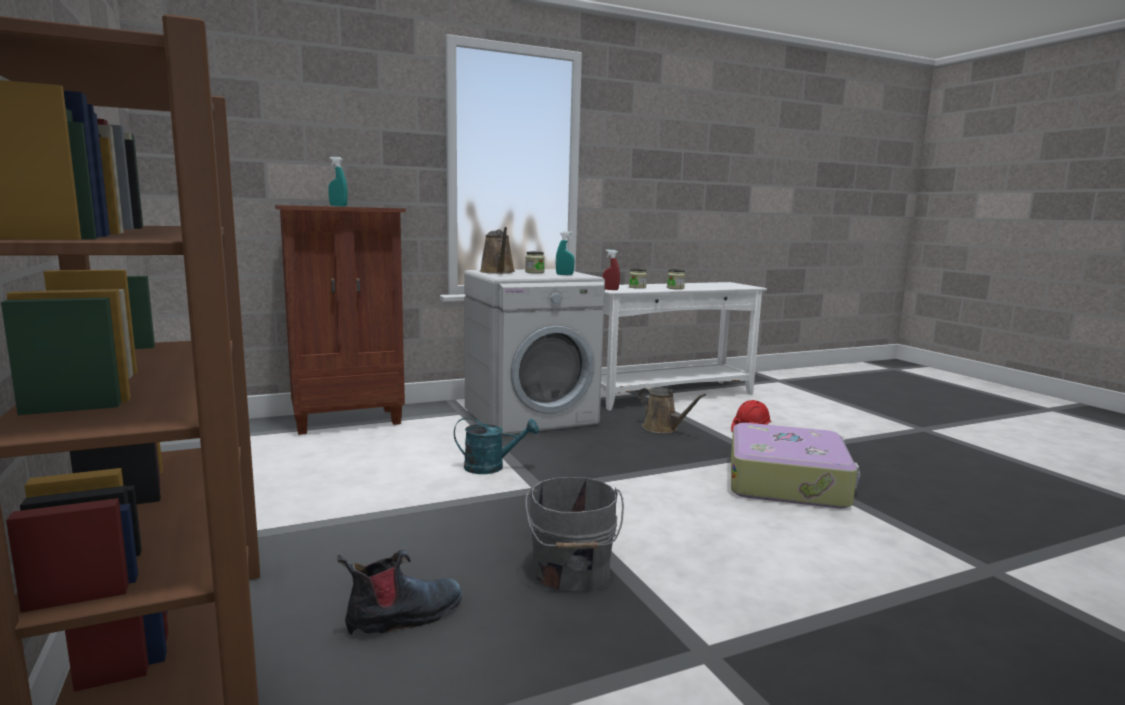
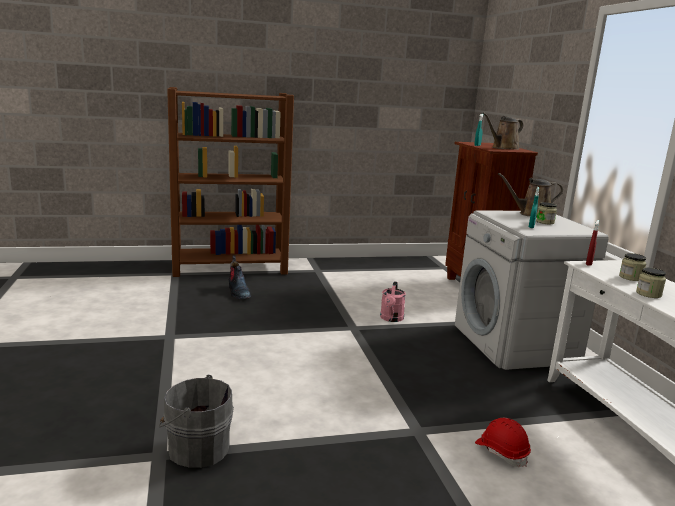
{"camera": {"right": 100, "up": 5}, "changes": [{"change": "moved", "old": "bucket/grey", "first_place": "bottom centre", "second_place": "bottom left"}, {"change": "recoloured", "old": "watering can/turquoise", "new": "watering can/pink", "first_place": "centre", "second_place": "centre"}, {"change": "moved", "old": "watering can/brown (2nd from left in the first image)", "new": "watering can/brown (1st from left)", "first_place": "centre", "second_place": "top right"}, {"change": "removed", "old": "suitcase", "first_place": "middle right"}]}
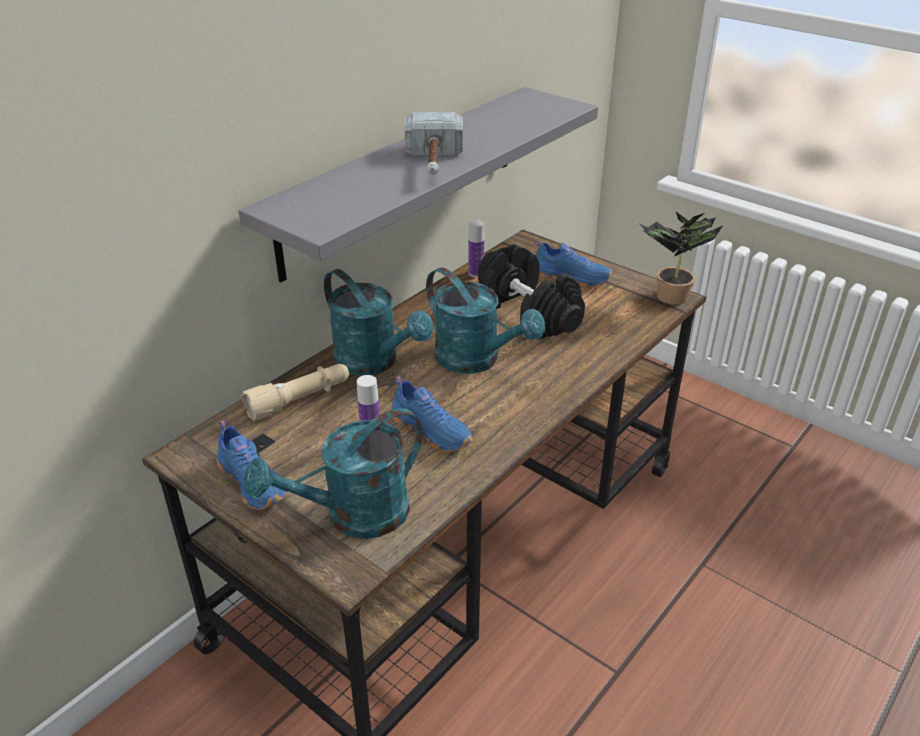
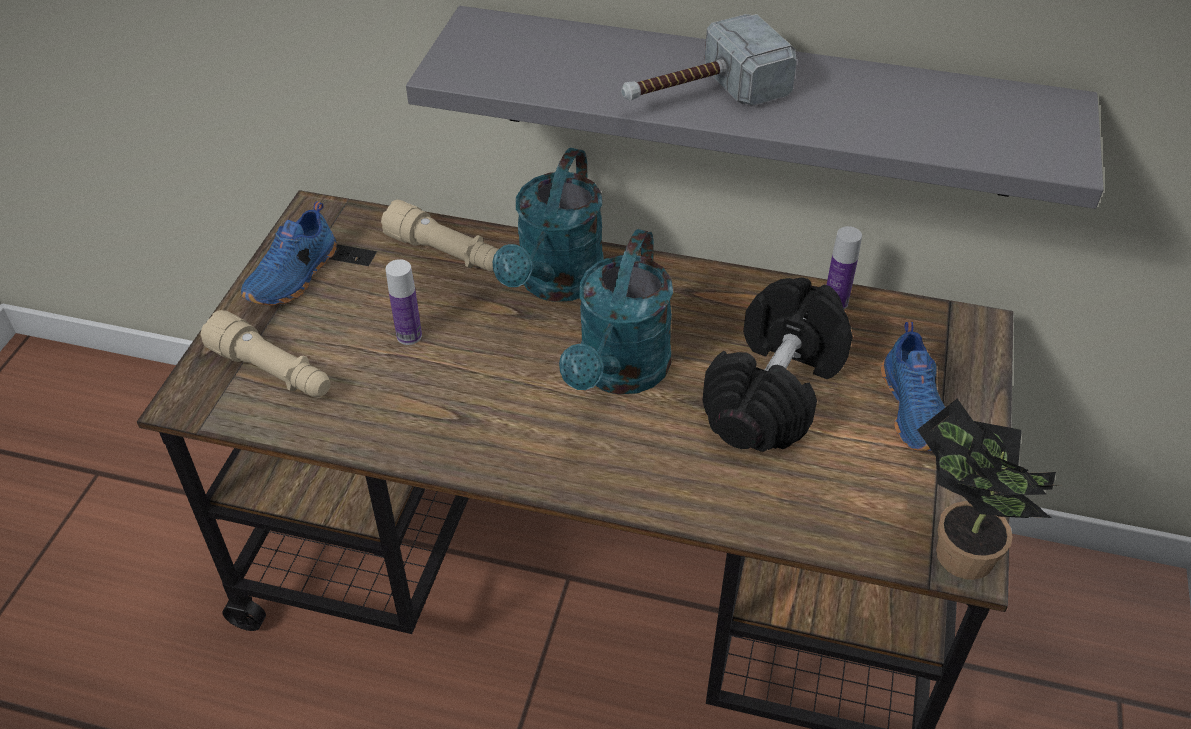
{"camera": {"right": 65, "up": 10}, "changes": [{"change": "replaced", "old": "watering can/turquoise (1st from left)", "new": "flashlight/beige (1st from left)", "first_place": "centre", "second_place": "middle left"}, {"change": "removed", "old": "shoe/blue (2nd from left)", "first_place": "centre"}]}
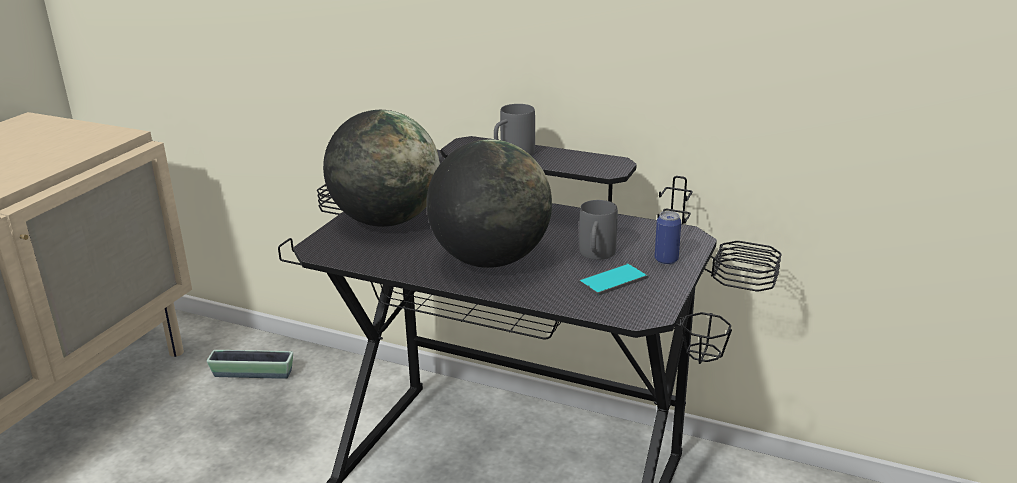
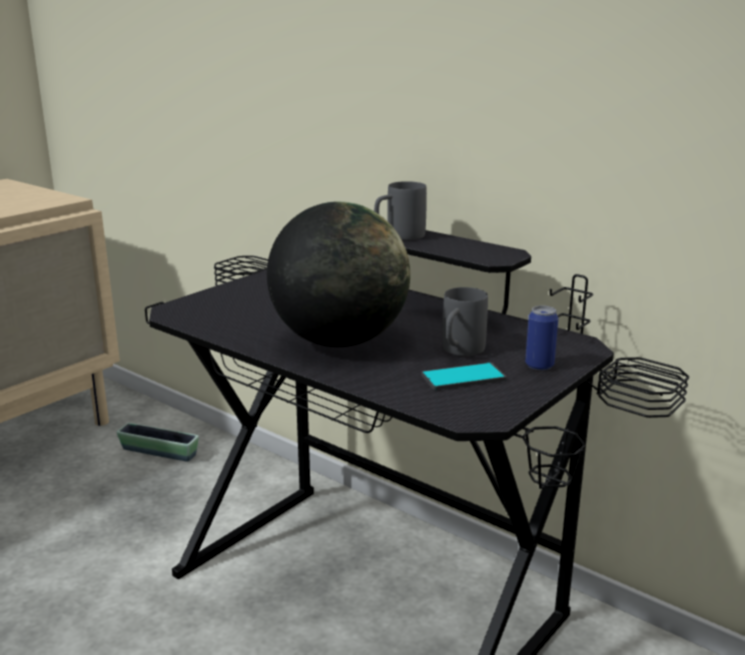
{"camera": {"right": 15, "up": -5}, "changes": [{"change": "removed", "old": "globe (1st from left)", "first_place": "centre"}]}
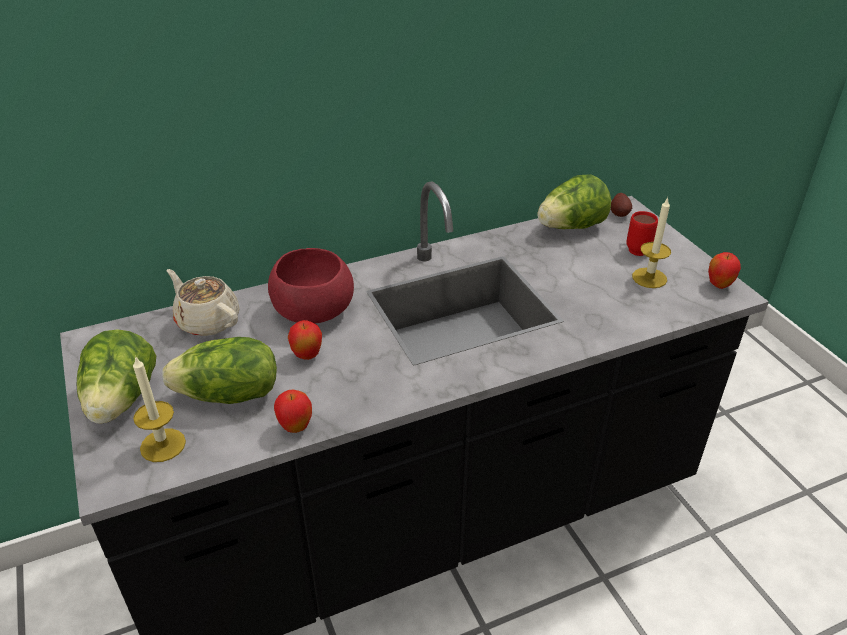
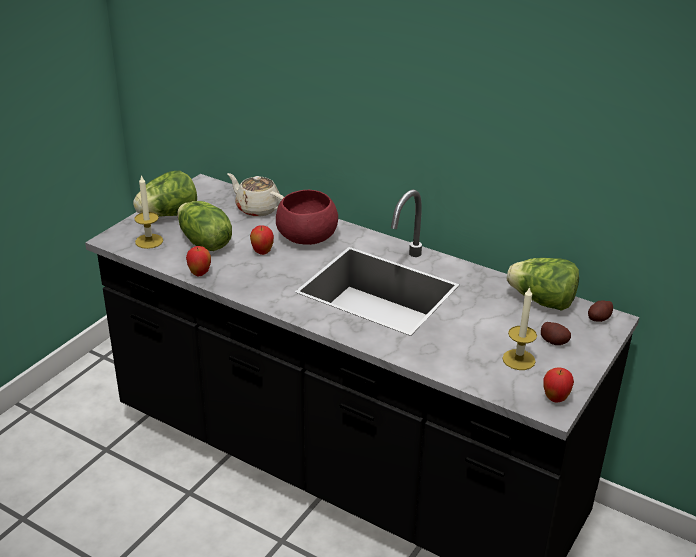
{"camera": {"right": 55, "up": -5}, "changes": [{"change": "turned", "old": "teapot/beige", "first_place": "middle left", "second_place": "centre", "degrees": -60}, {"change": "replaced", "old": "mug/red", "new": "potato (1st from left)", "first_place": "middle right", "second_place": "middle right"}]}
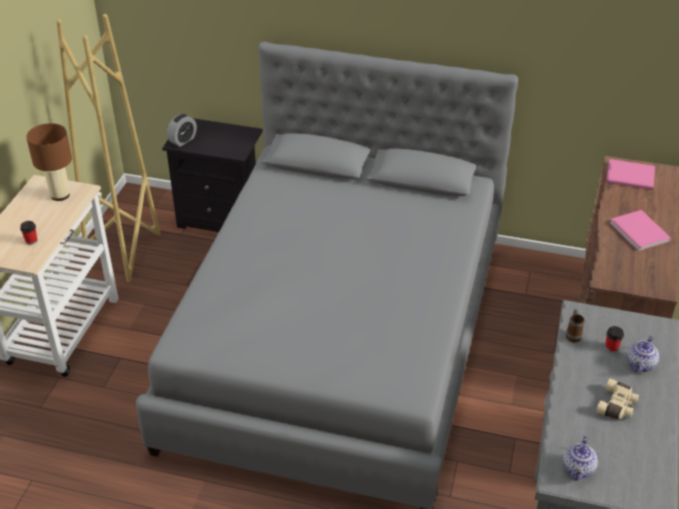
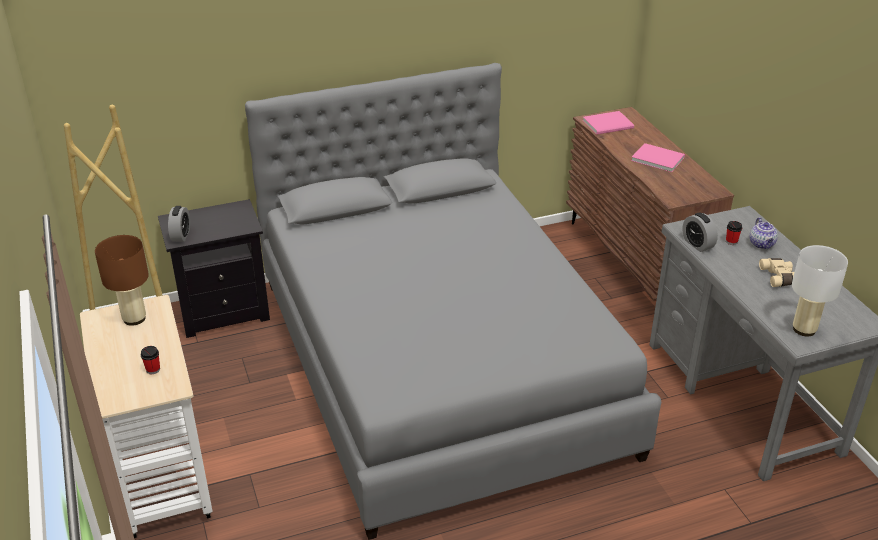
{"camera": {"right": -35, "up": -5}, "changes": [{"change": "replaced", "old": "mug", "new": "alarm clock (2nd from left)", "first_place": "middle right", "second_place": "middle right"}, {"change": "replaced", "old": "teapot (1st from left)", "new": "table lamp/white", "first_place": "bottom right", "second_place": "middle right"}]}
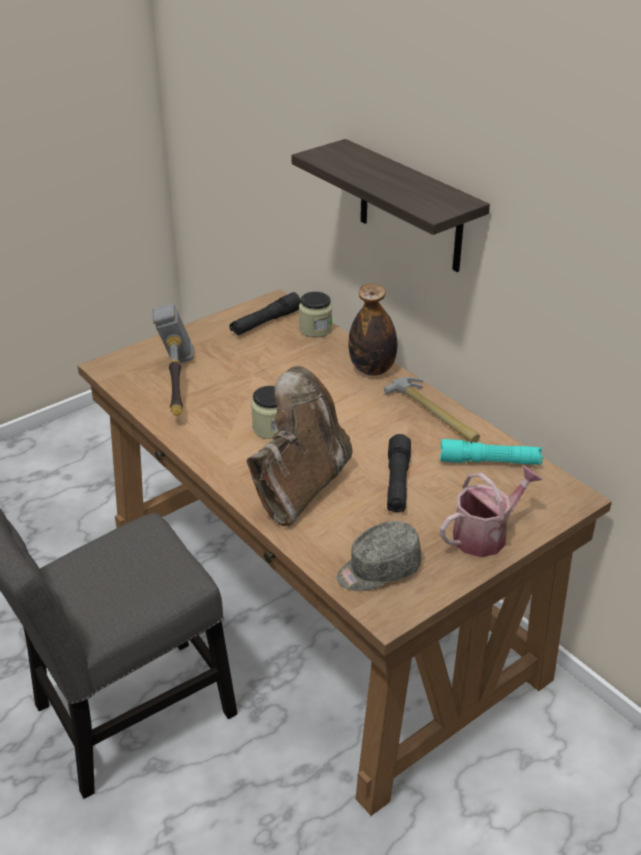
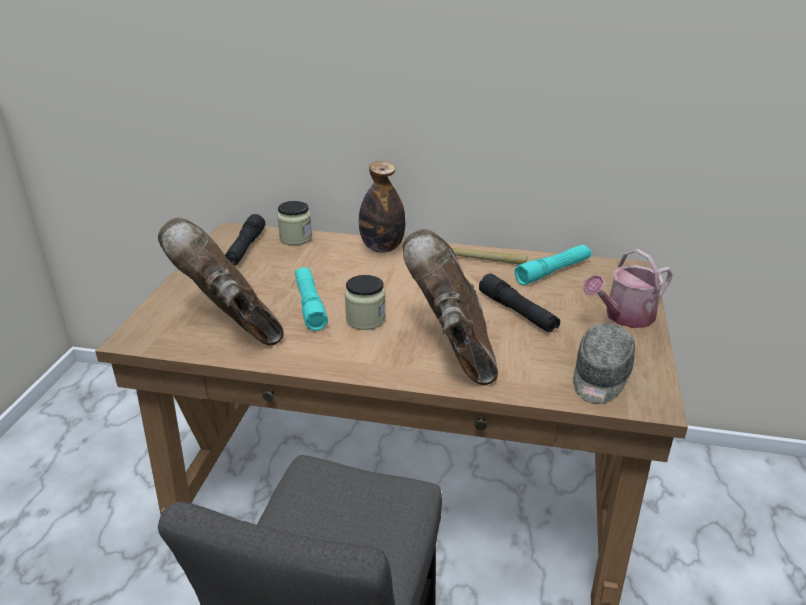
{"camera": {"right": -40, "up": -5}, "changes": [{"change": "replaced", "old": "hammer (1st from left)", "new": "boot/brown (1st from left)", "first_place": "middle left", "second_place": "middle left"}, {"change": "added", "new": "flashlight/turquoise (1st from left)", "second_place": "centre"}, {"change": "turned", "old": "watering can", "first_place": "middle right", "second_place": "middle right", "degrees": -135}, {"change": "removed", "old": "shelf", "first_place": "top centre"}]}
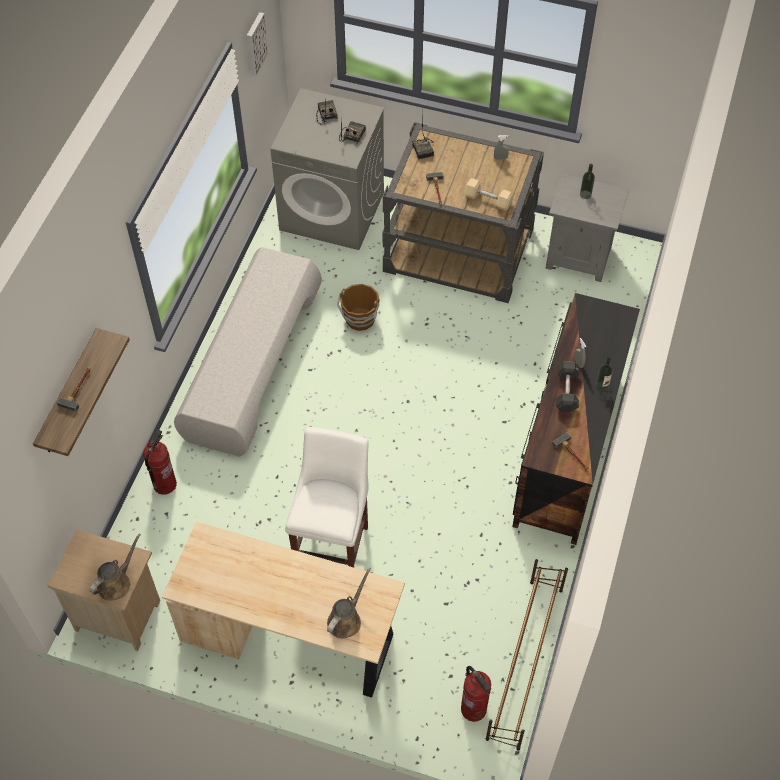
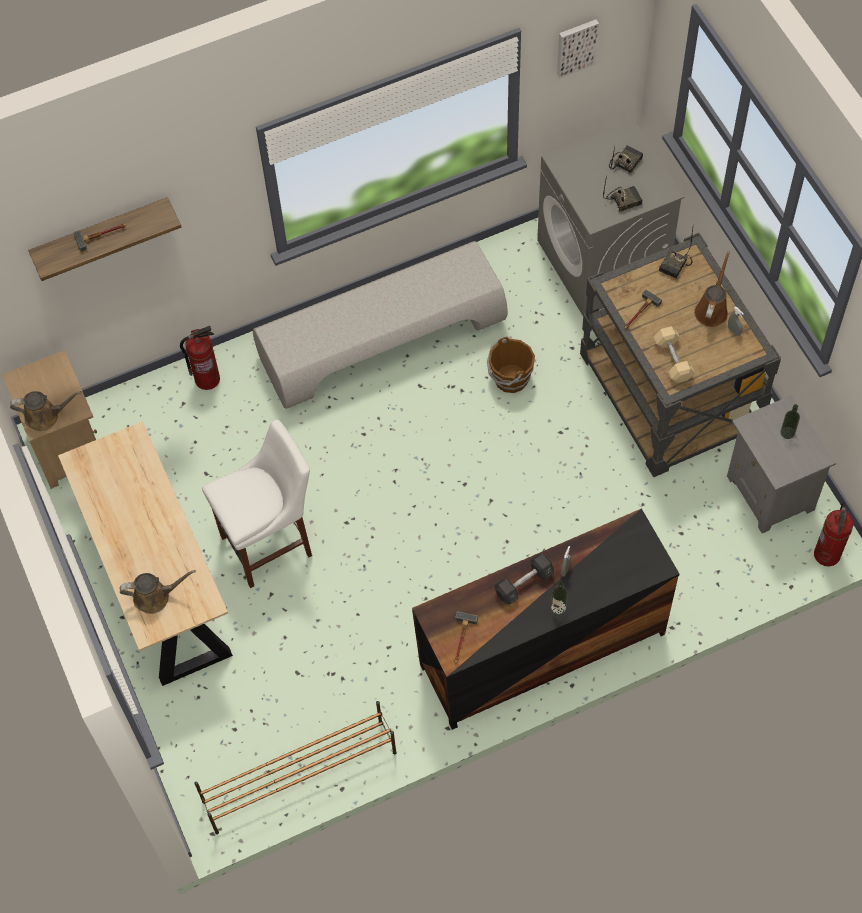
{"camera": {"right": 50, "up": 5}, "changes": [{"change": "added", "new": "watering can/brown (3rd from left)", "second_place": "top right"}, {"change": "moved", "old": "fire extinguisher (2nd from left)", "first_place": "bottom centre", "second_place": "middle right"}]}
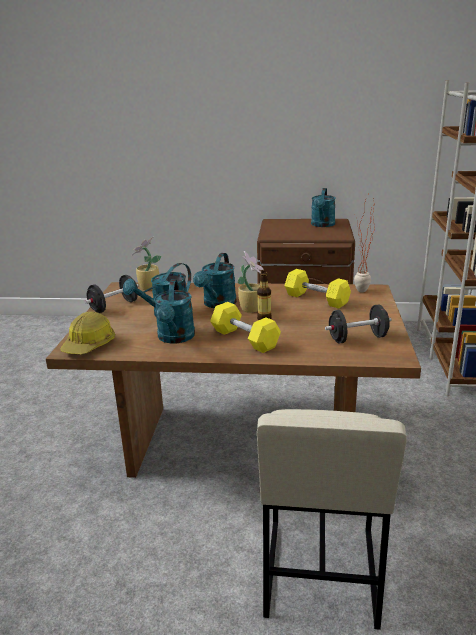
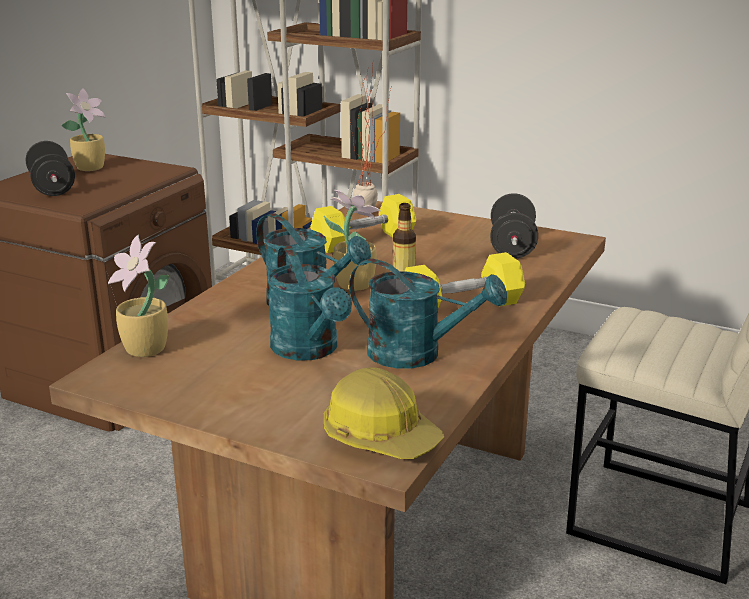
{"camera": {"right": -70, "up": 0}, "changes": [{"change": "moved", "old": "dumbbell/black (1st from left)", "first_place": "middle left", "second_place": "top left"}, {"change": "replaced", "old": "watering can/turquoise (4th from left)", "new": "potted plant (1st from left)", "first_place": "top right", "second_place": "top left"}]}
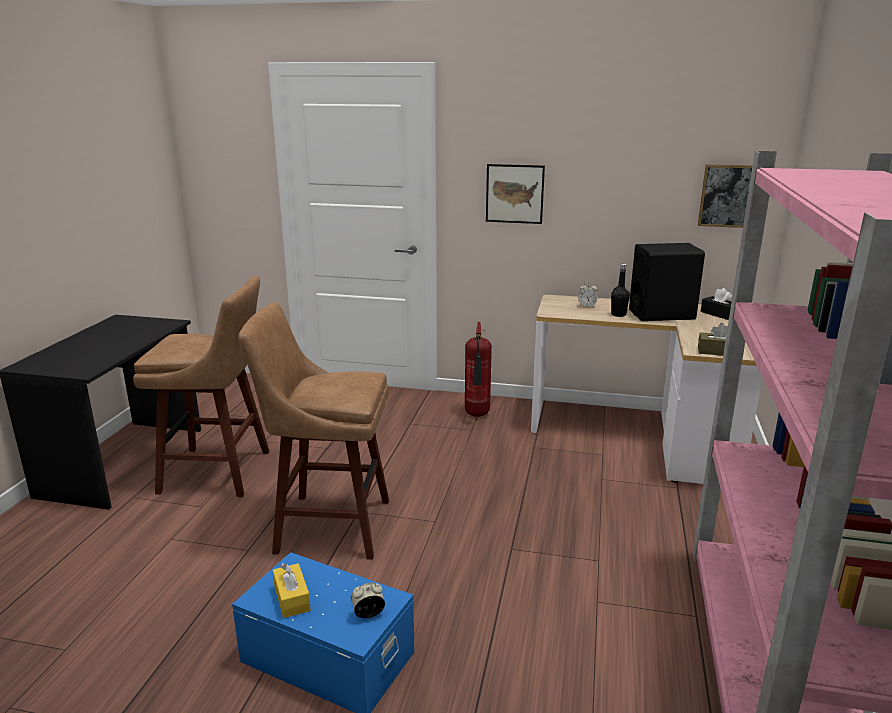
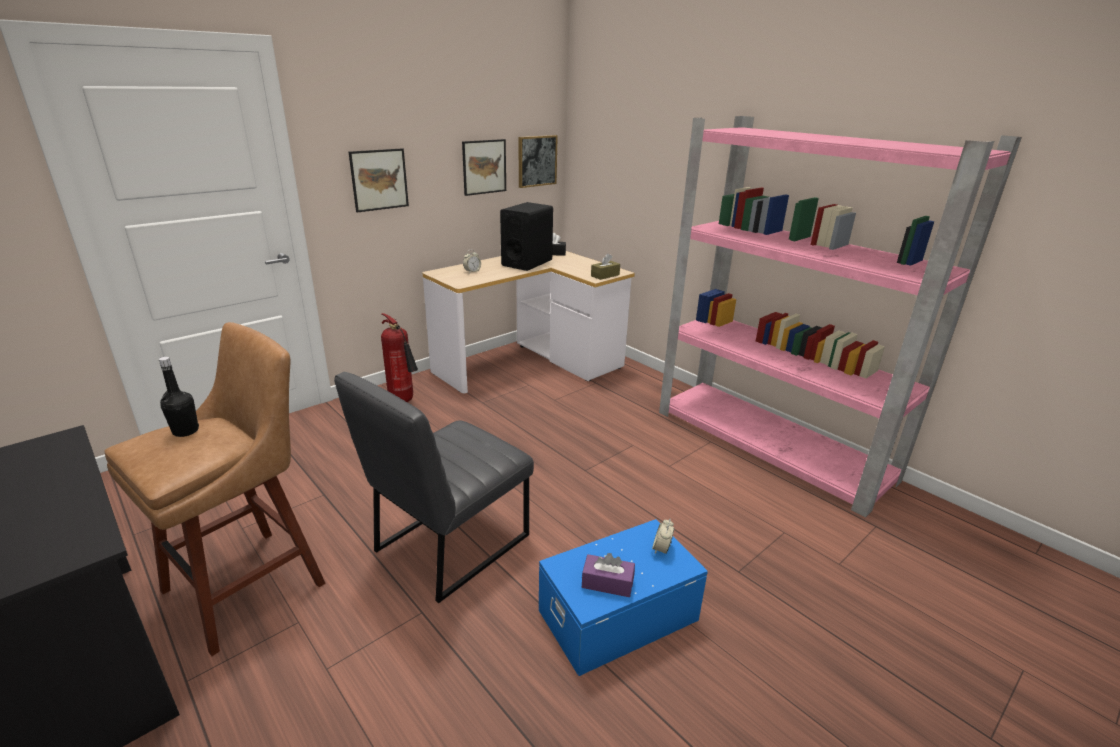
{"camera": {"right": -55, "up": 5}, "changes": [{"change": "moved", "old": "bottle/black", "first_place": "middle right", "second_place": "middle left"}, {"change": "replaced", "old": "stool/brown (2nd from left)", "new": "chair/grey", "first_place": "centre", "second_place": "centre"}, {"change": "added", "new": "picture (2nd from left)", "second_place": "top centre"}, {"change": "recoloured", "old": "tissue box/yellow", "new": "tissue box/purple", "first_place": "bottom left", "second_place": "bottom centre"}]}
